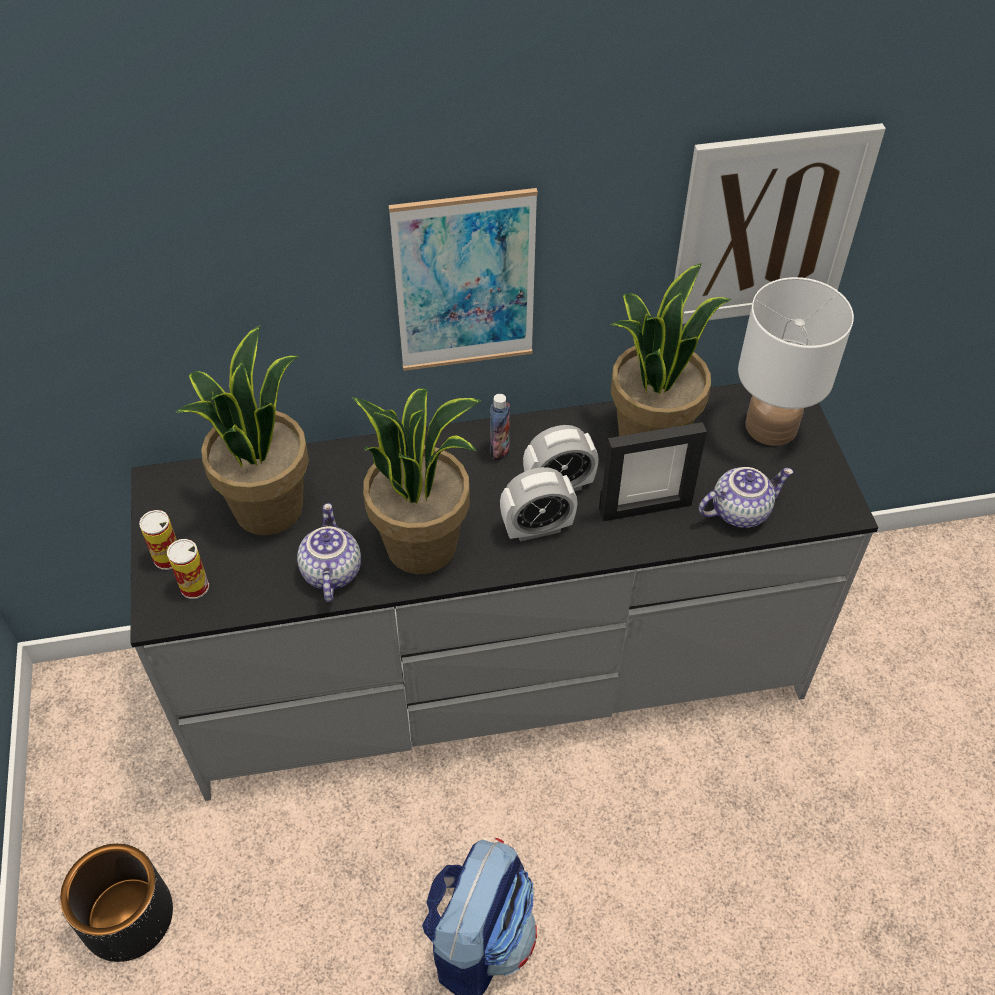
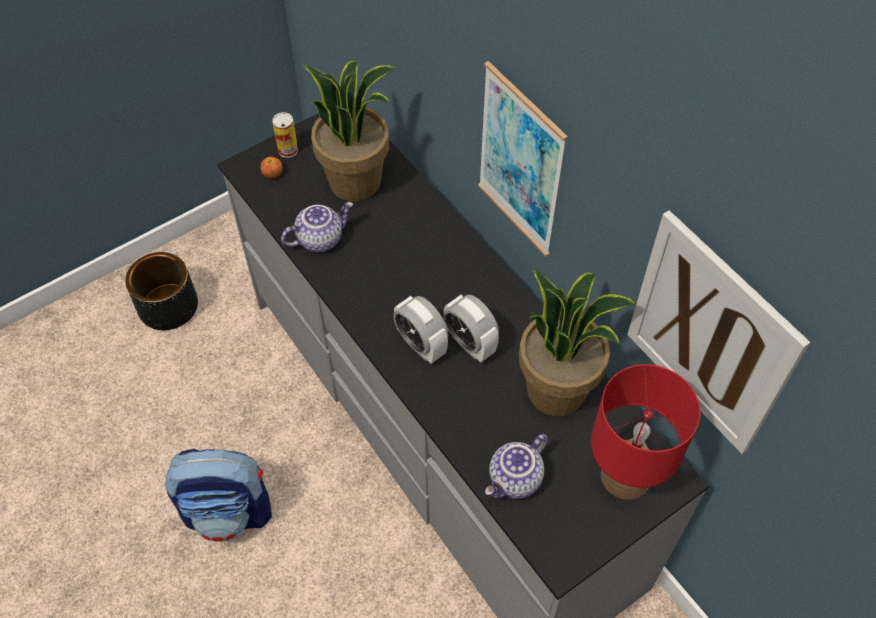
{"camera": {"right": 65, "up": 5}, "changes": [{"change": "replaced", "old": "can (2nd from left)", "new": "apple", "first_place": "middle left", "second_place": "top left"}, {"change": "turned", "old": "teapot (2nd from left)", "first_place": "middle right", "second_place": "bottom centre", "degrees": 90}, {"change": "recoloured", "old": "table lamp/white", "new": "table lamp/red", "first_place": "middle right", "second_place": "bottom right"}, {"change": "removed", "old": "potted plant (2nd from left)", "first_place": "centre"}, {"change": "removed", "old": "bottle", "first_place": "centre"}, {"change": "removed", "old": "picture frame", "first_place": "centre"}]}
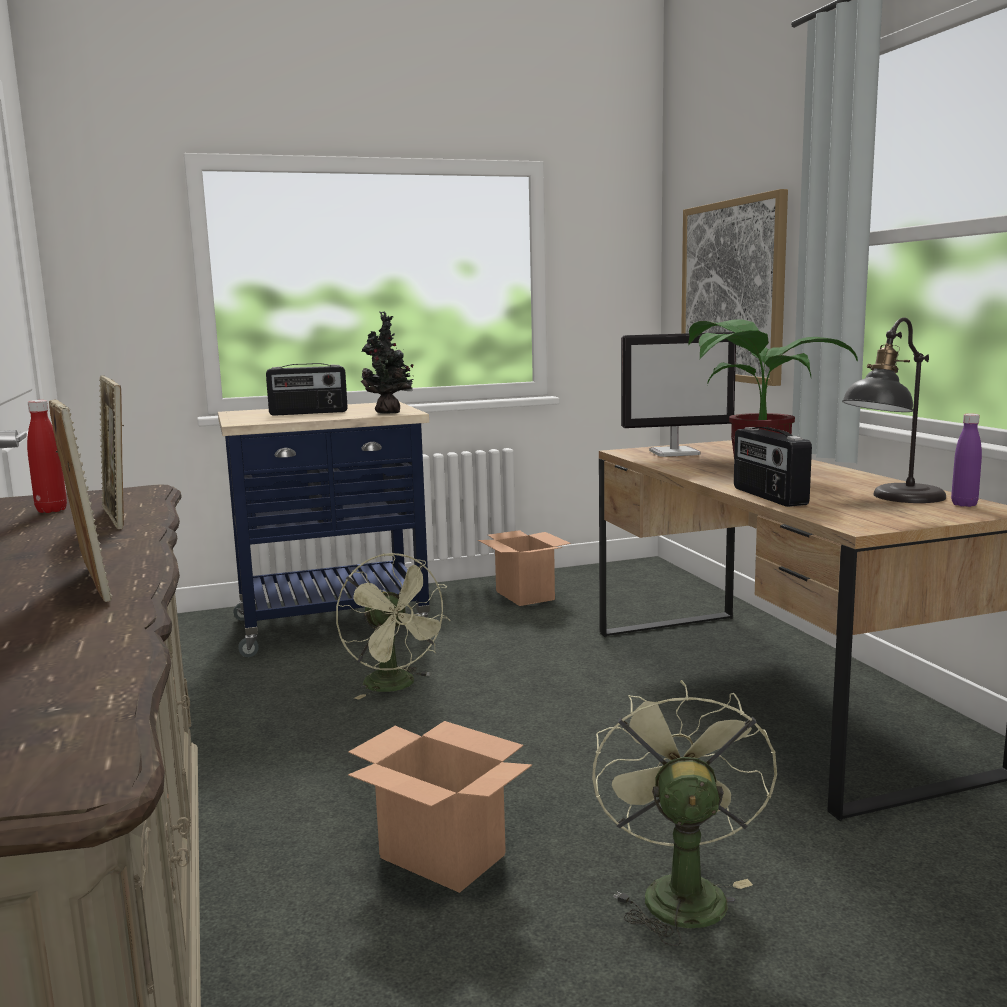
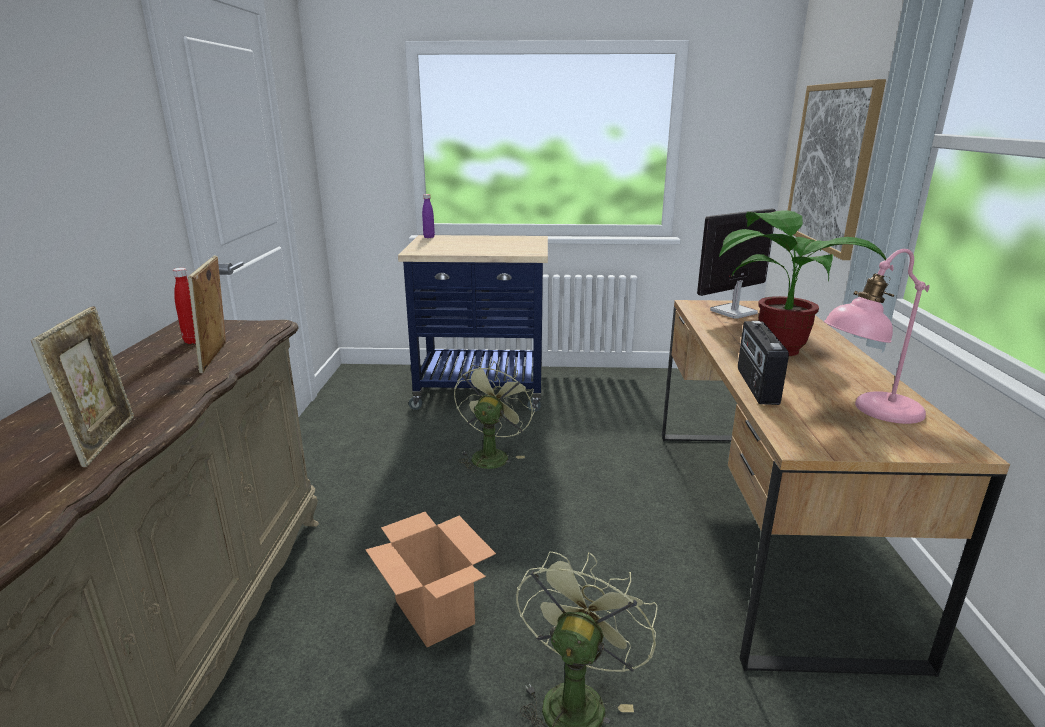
{"camera": {"right": 20, "up": 10}, "changes": [{"change": "moved", "old": "bottle/purple", "first_place": "middle right", "second_place": "top centre"}, {"change": "turned", "old": "fan/green (1st from left)", "first_place": "centre", "second_place": "centre", "degrees": -150}, {"change": "turned", "old": "monitor", "first_place": "middle right", "second_place": "middle right", "degrees": 135}, {"change": "recoloured", "old": "table lamp/grey", "new": "table lamp/pink", "first_place": "middle right", "second_place": "middle right"}, {"change": "removed", "old": "radio (1st from left)", "first_place": "middle left"}, {"change": "removed", "old": "potted plant (1st from left)", "first_place": "centre"}, {"change": "removed", "old": "cardboard box (2nd from left)", "first_place": "centre"}]}
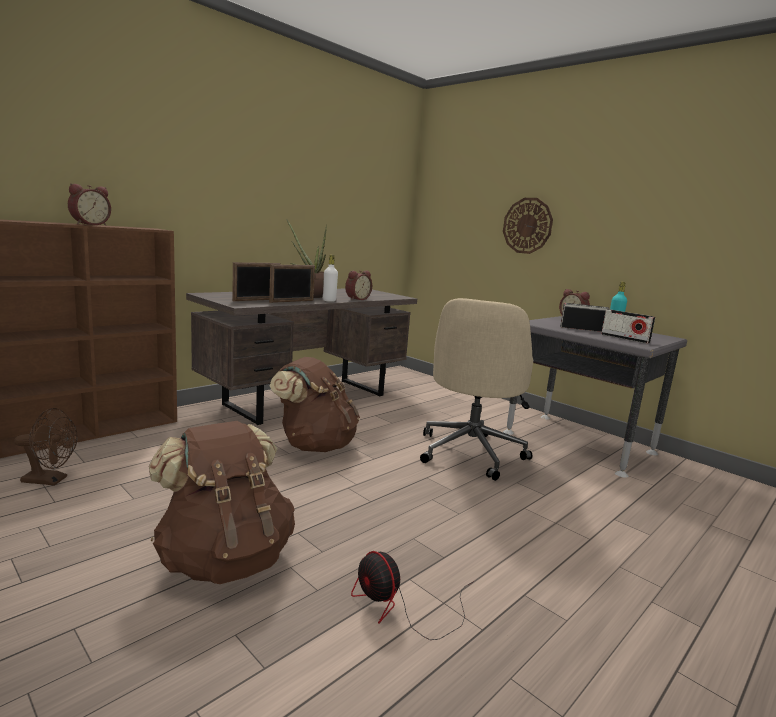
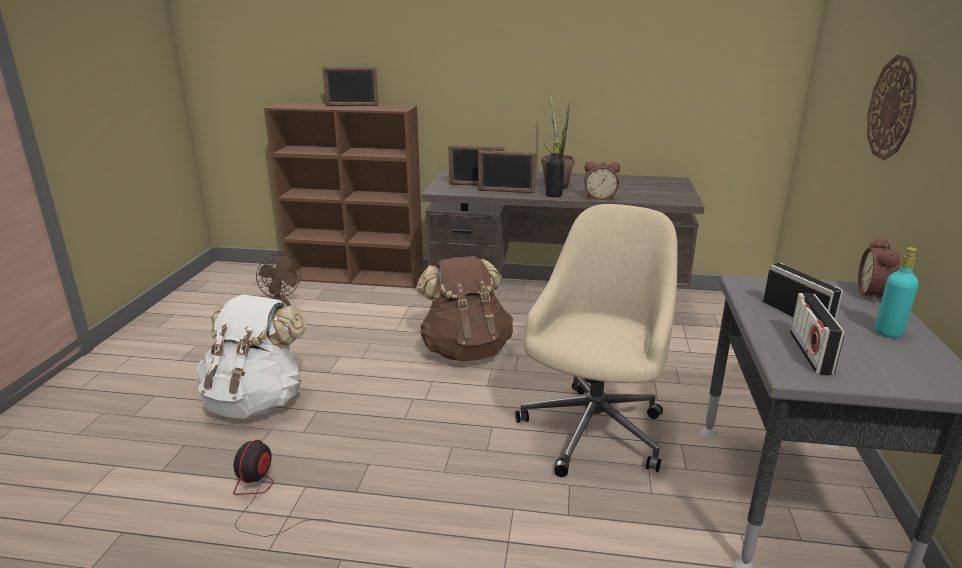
{"camera": {"right": 55, "up": 10}, "changes": [{"change": "recoloured", "old": "backpack/brown (1st from left)", "new": "backpack/white", "first_place": "bottom left", "second_place": "middle left"}, {"change": "replaced", "old": "alarm clock (1st from left)", "new": "picture frame (1st from left)", "first_place": "top left", "second_place": "top centre"}, {"change": "turned", "old": "office chair/beige", "first_place": "centre", "second_place": "centre", "degrees": 135}, {"change": "recoloured", "old": "bottle/white", "new": "bottle/black", "first_place": "centre", "second_place": "top centre"}]}
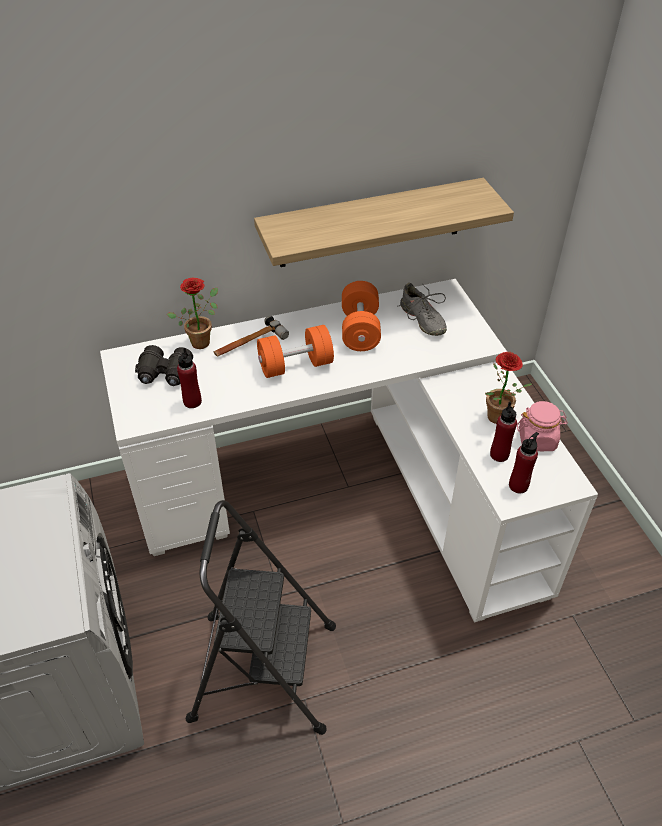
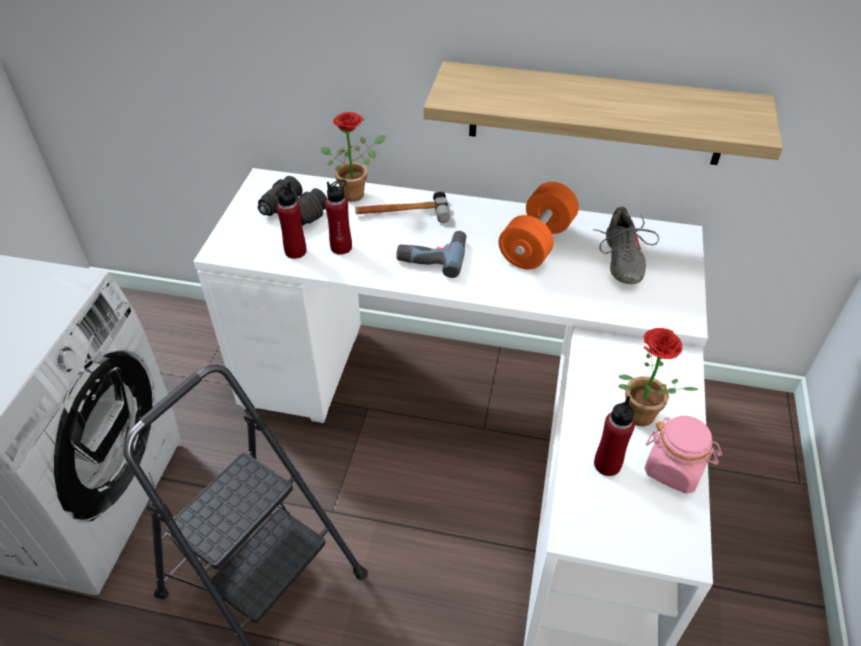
{"camera": {"right": 30, "up": 0}, "changes": [{"change": "moved", "old": "bottle/red (3rd from left in the first image)", "new": "bottle/red (2nd from left)", "first_place": "middle right", "second_place": "centre"}, {"change": "replaced", "old": "dumbbell/orange (1st from left)", "new": "power drill", "first_place": "centre", "second_place": "centre"}]}
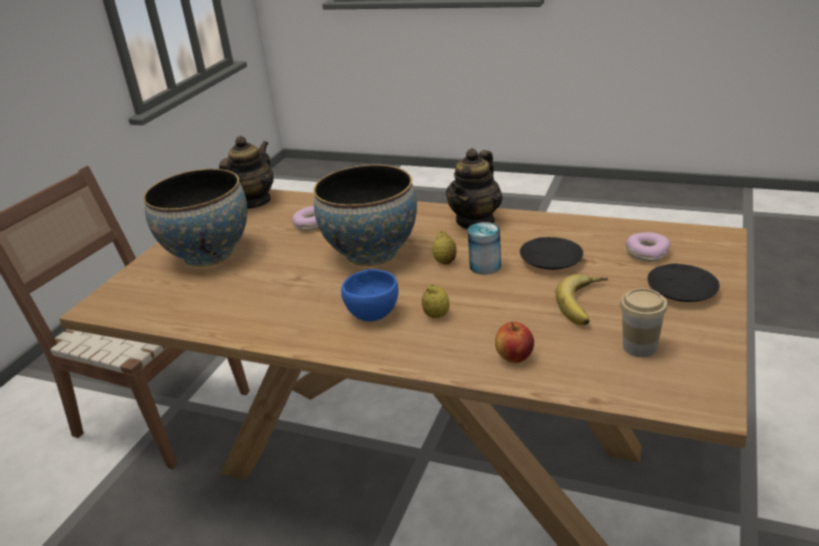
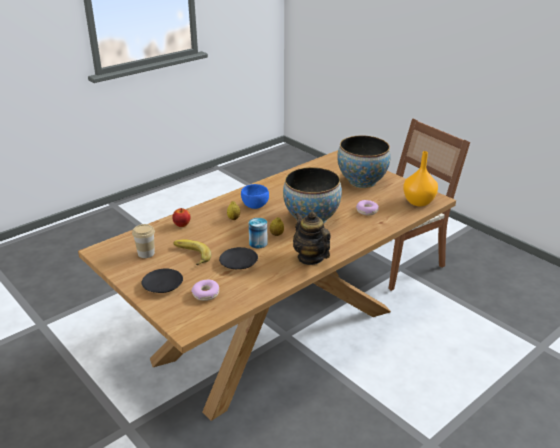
{"camera": {"right": 115, "up": 0}, "changes": [{"change": "replaced", "old": "teapot (1st from left)", "new": "vase/orange", "first_place": "top left", "second_place": "middle right"}]}
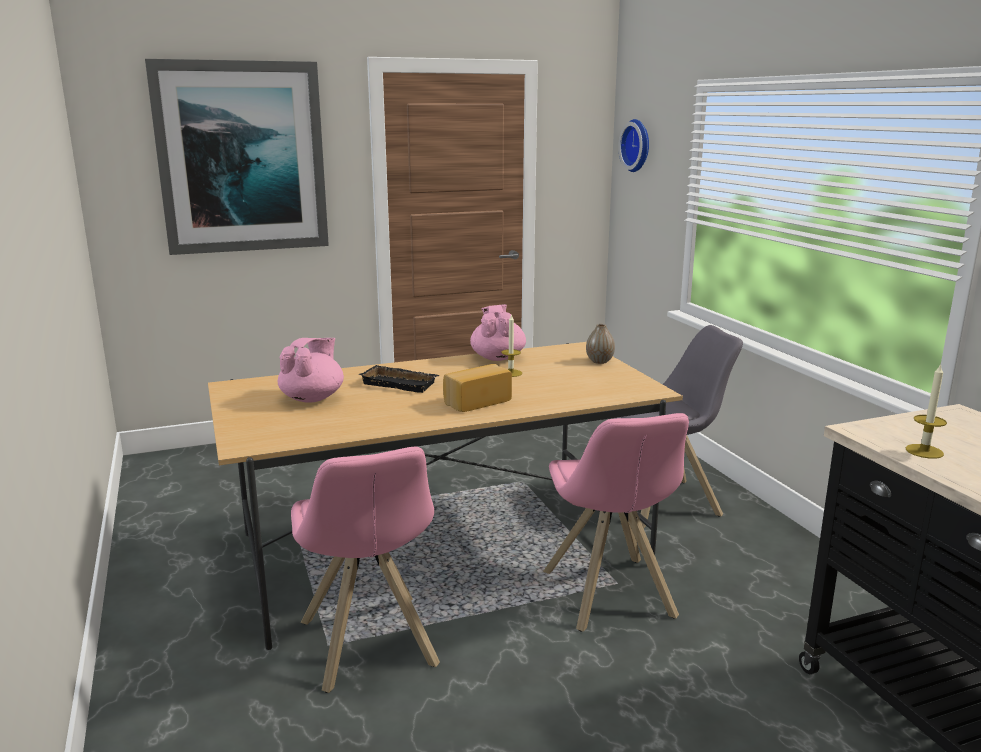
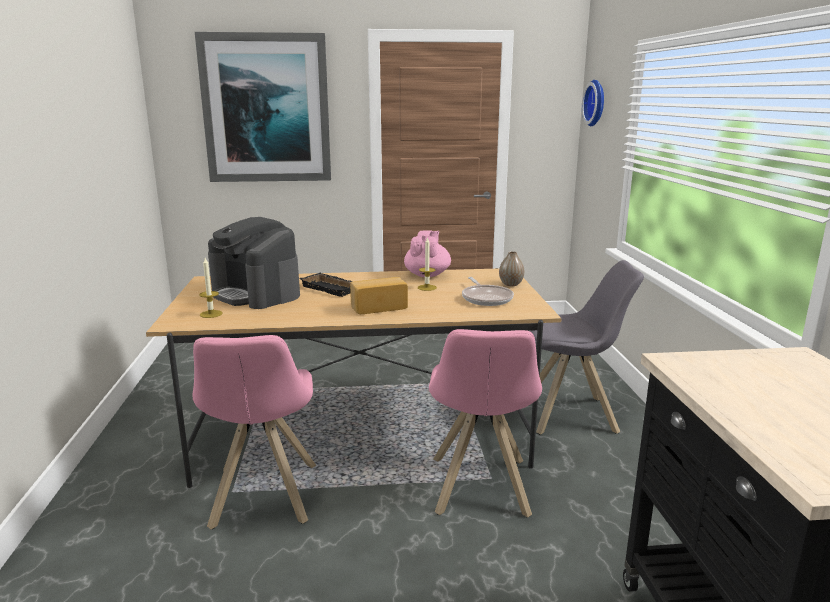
{"camera": {"right": 15, "up": 0}, "changes": [{"change": "moved", "old": "candle (2nd from left in the first image)", "new": "candle (1st from left)", "first_place": "middle right", "second_place": "middle left"}, {"change": "replaced", "old": "teapot/pink (1st from left)", "new": "coffee machine", "first_place": "middle left", "second_place": "middle left"}, {"change": "added", "new": "frying pan", "second_place": "centre"}]}
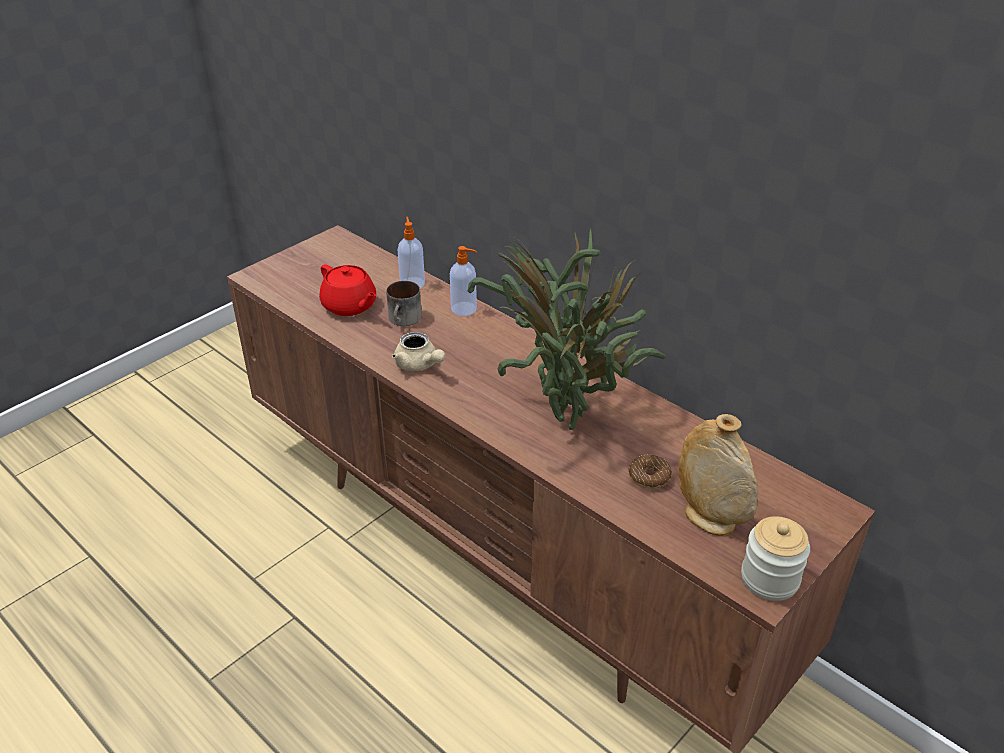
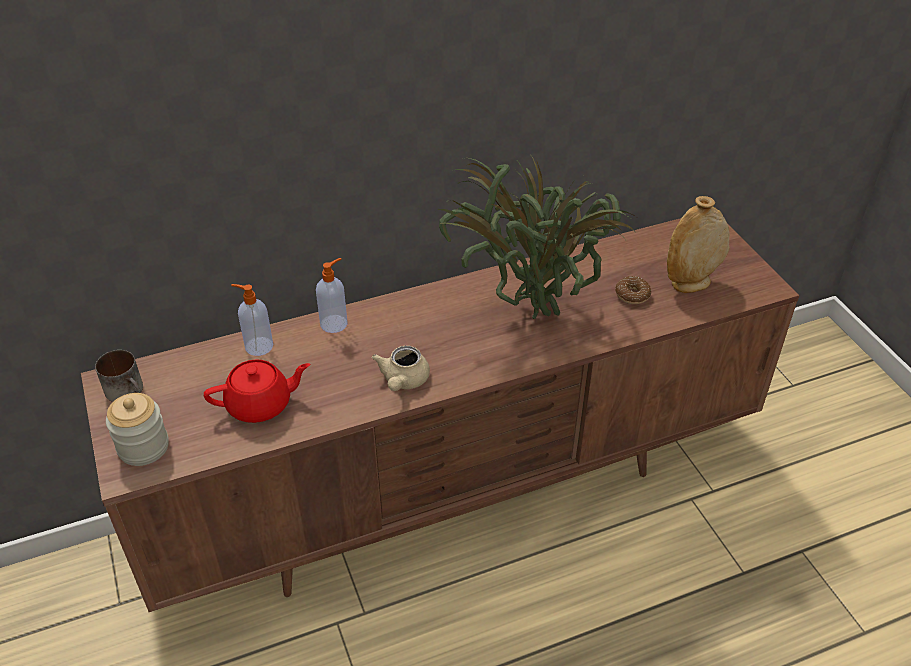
{"camera": {"right": -65, "up": 5}, "changes": [{"change": "moved", "old": "mug", "first_place": "centre", "second_place": "middle left"}, {"change": "moved", "old": "jar", "first_place": "bottom right", "second_place": "middle left"}, {"change": "turned", "old": "teapot/beige", "first_place": "centre", "second_place": "centre", "degrees": 120}]}
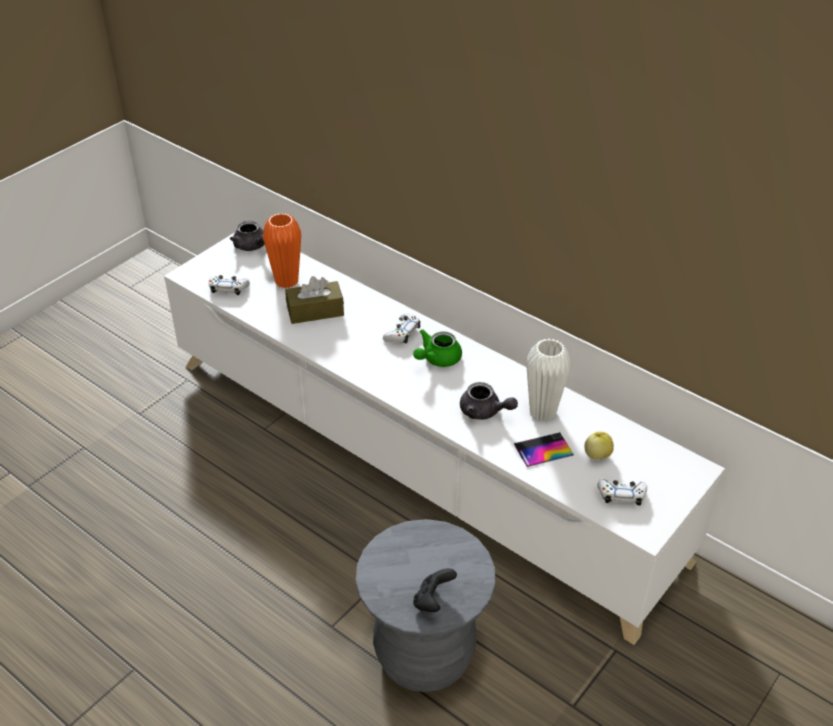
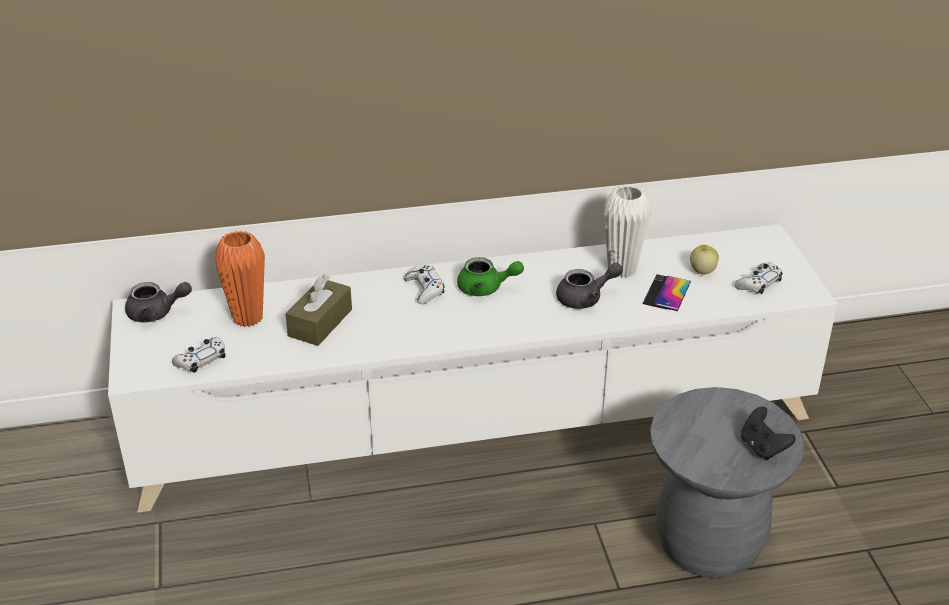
{"camera": {"right": -50, "up": -5}, "changes": [{"change": "turned", "old": "teapot/green", "first_place": "centre", "second_place": "centre", "degrees": -75}]}
